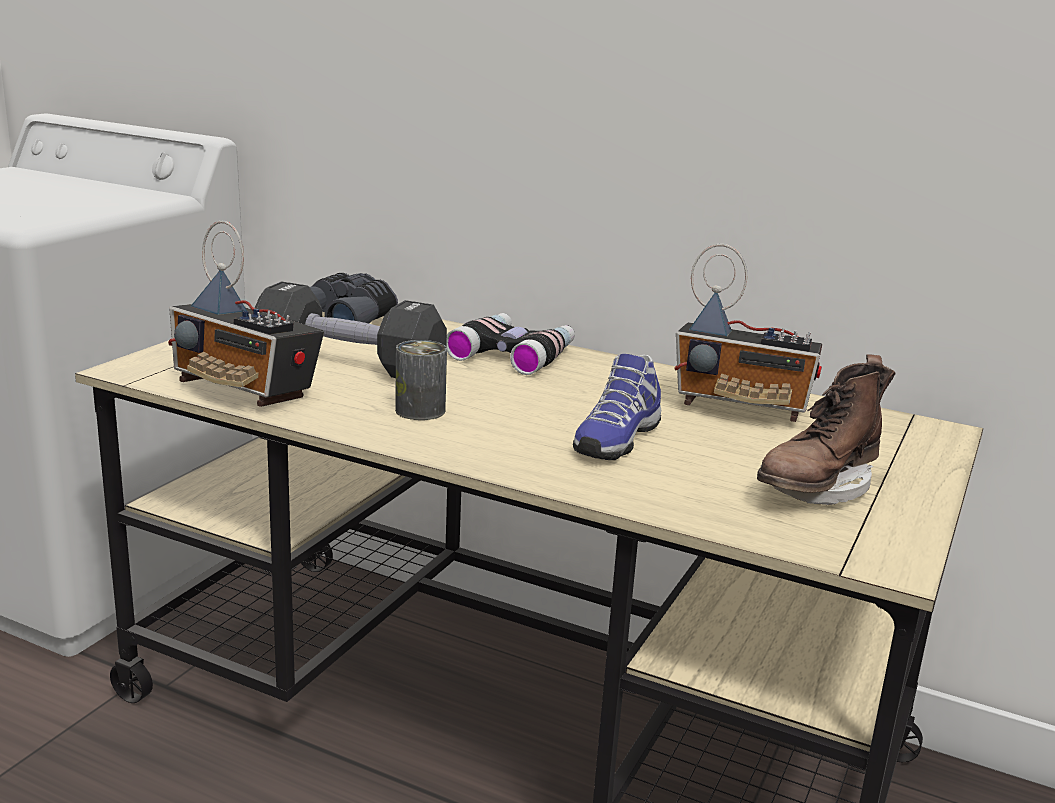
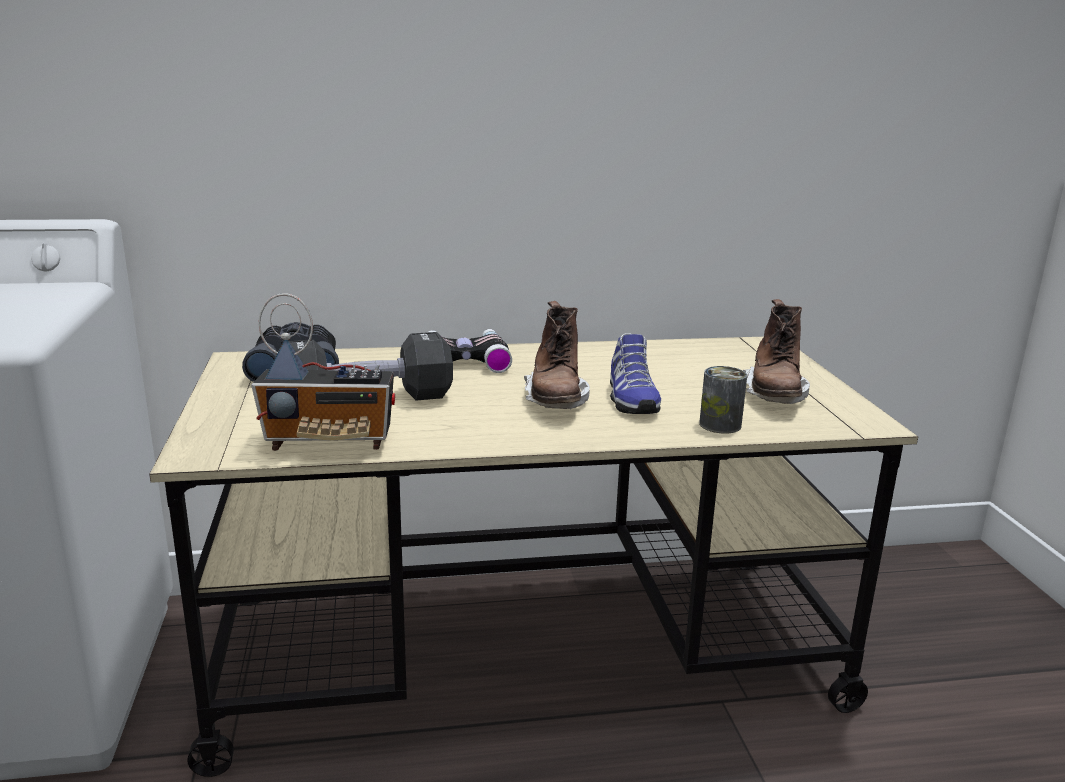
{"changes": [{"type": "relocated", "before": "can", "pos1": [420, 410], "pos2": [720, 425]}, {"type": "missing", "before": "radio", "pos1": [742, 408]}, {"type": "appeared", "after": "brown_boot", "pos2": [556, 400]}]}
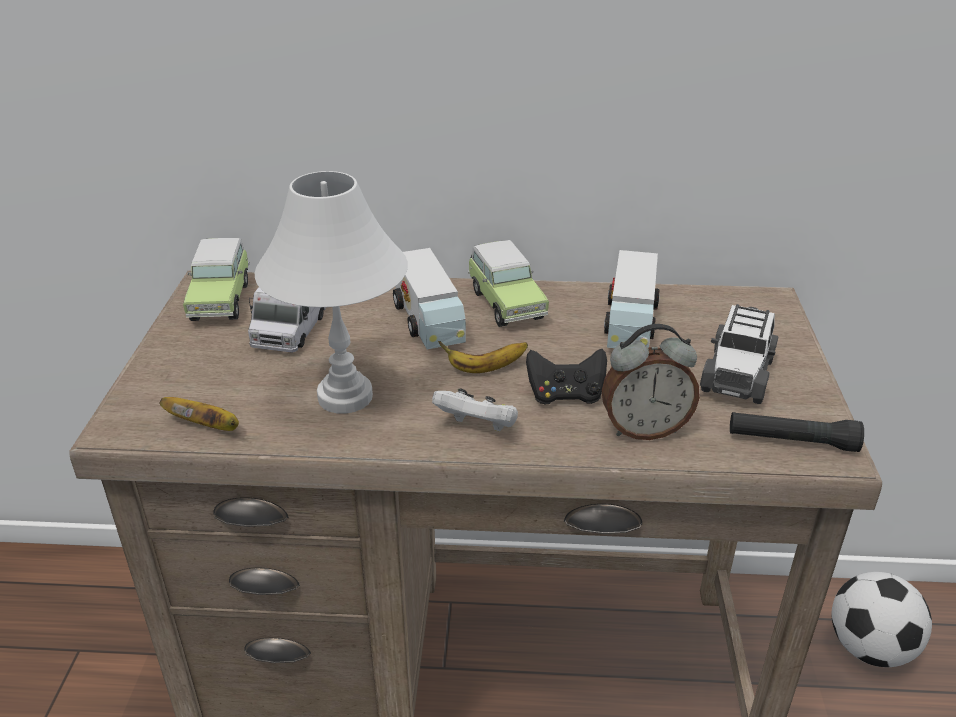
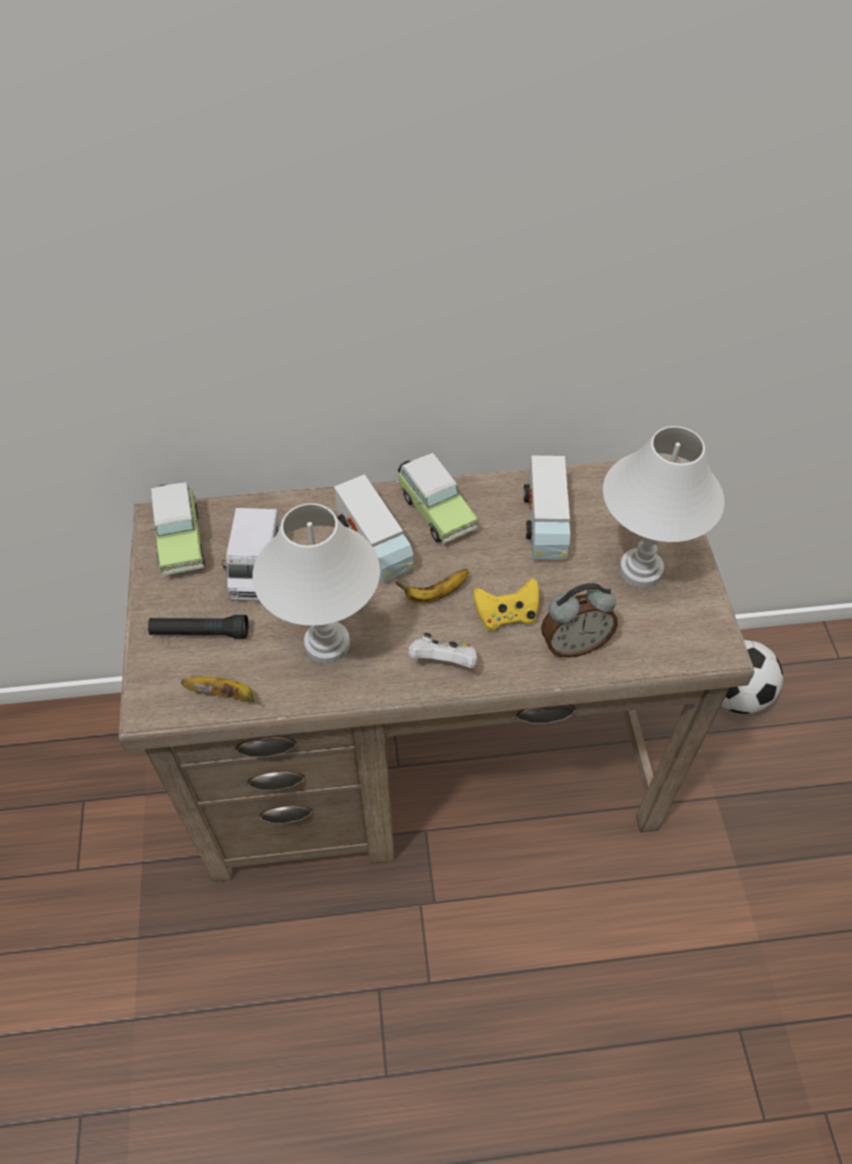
{"changes": [{"type": "colour", "before": "black_game_controller", "after": "yellow_game_controller", "pos1": [565, 395], "pos2": [506, 615]}, {"type": "exchanged", "before": "toy_car", "after": "white_table_lamp", "pos1": [737, 373], "pos2": [640, 570]}, {"type": "relocated", "before": "black_flashlight", "pos1": [792, 441], "pos2": [200, 632]}]}
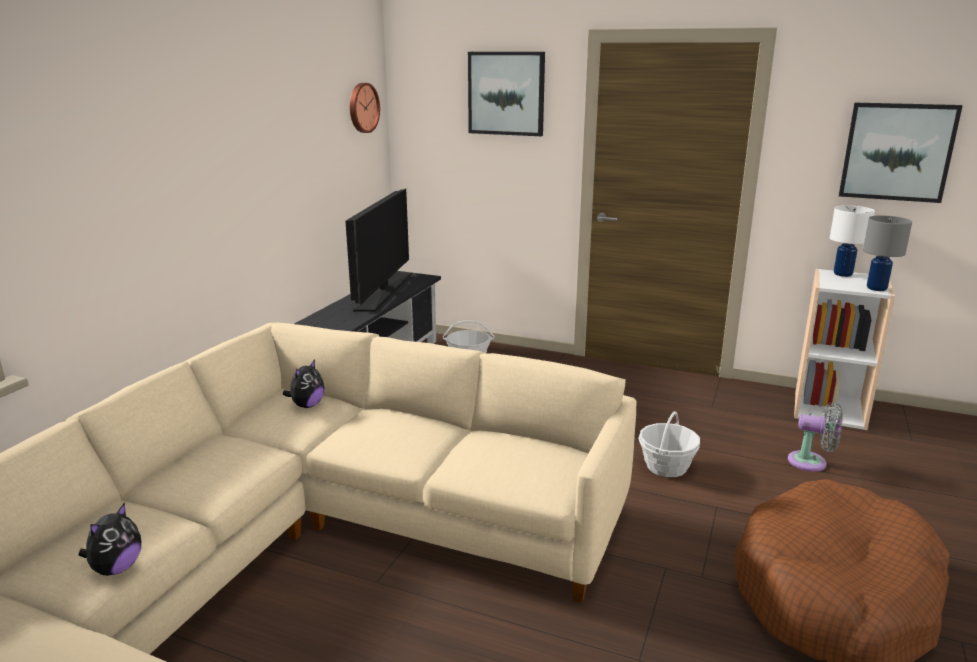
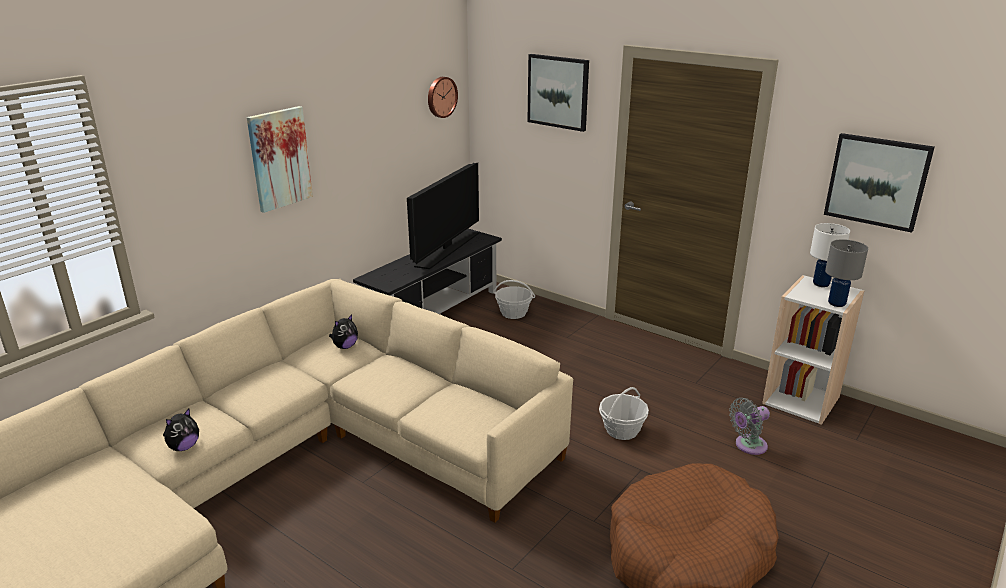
{"changes": [{"type": "spun", "before": "grey_fan", "pos1": [811, 462], "pos2": [748, 446], "turn": 120}, {"type": "appeared", "after": "picture", "pos2": [279, 158]}]}
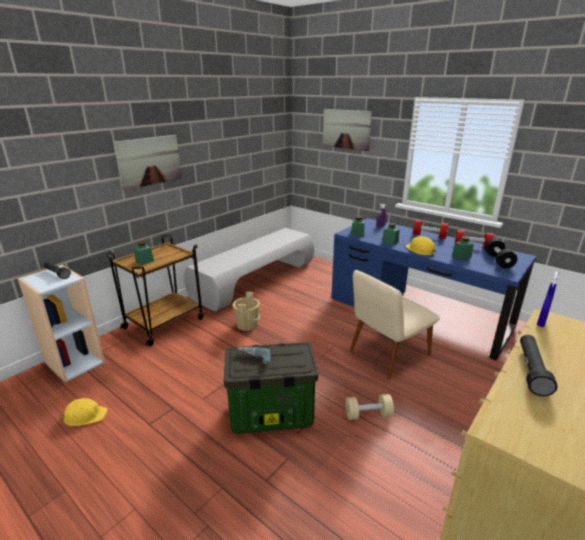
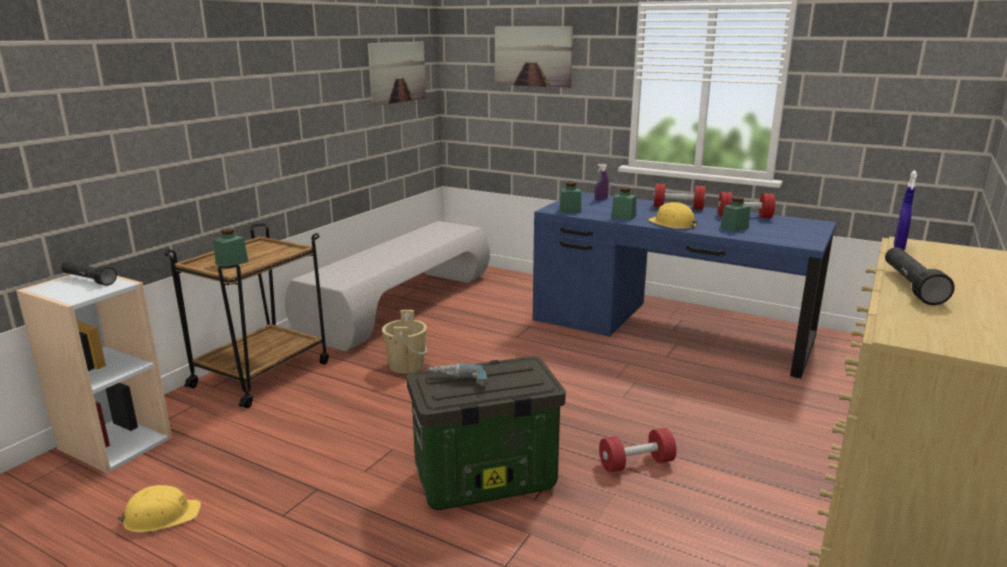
{"changes": [{"type": "relocated", "before": "picture", "pos1": [149, 161], "pos2": [397, 72]}, {"type": "colour", "before": "beige_dumbbell", "after": "red_dumbbell", "pos1": [368, 414], "pos2": [636, 463]}, {"type": "missing", "before": "beige_chair", "pos1": [389, 352]}, {"type": "missing", "before": "black_dumbbell", "pos1": [498, 261]}]}
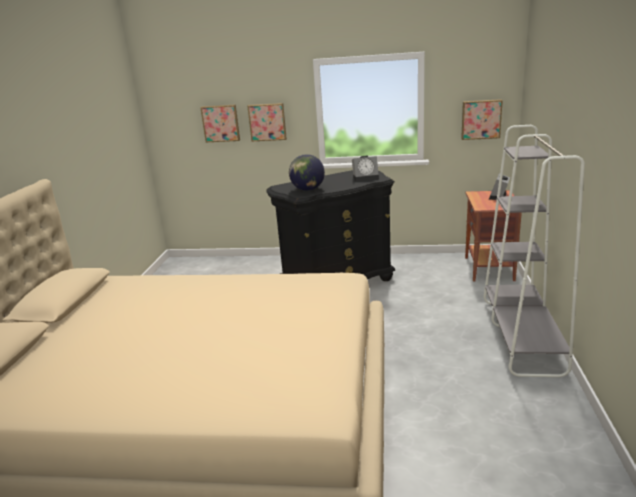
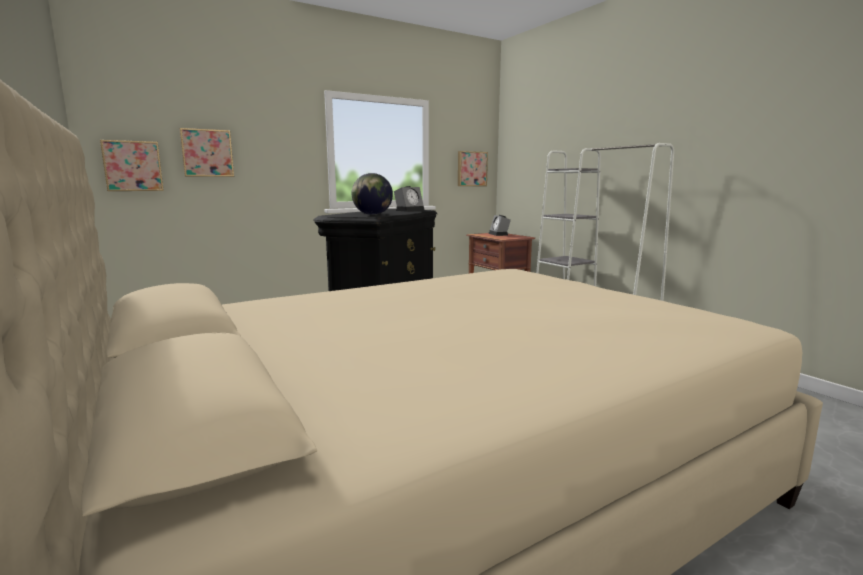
{"changes": [{"type": "relocated", "before": "picture", "pos1": [267, 122], "pos2": [132, 166]}]}
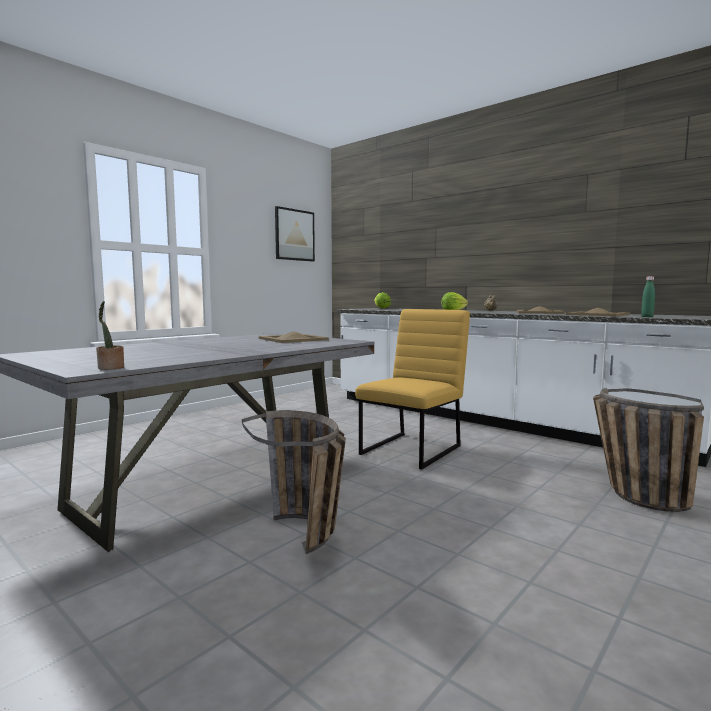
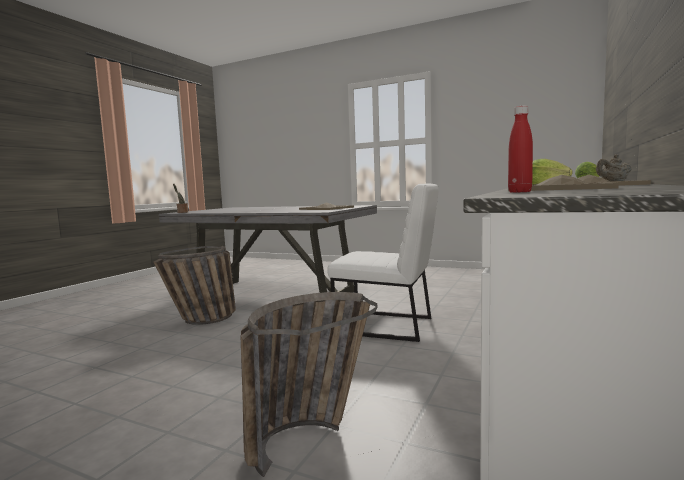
{"changes": [{"type": "missing", "before": "picture", "pos1": [294, 235]}, {"type": "colour", "before": "yellow_chair", "after": "white_chair", "pos1": [413, 449], "pos2": [387, 326]}, {"type": "colour", "before": "green_bottle", "after": "red_bottle", "pos1": [647, 316], "pos2": [519, 192]}]}
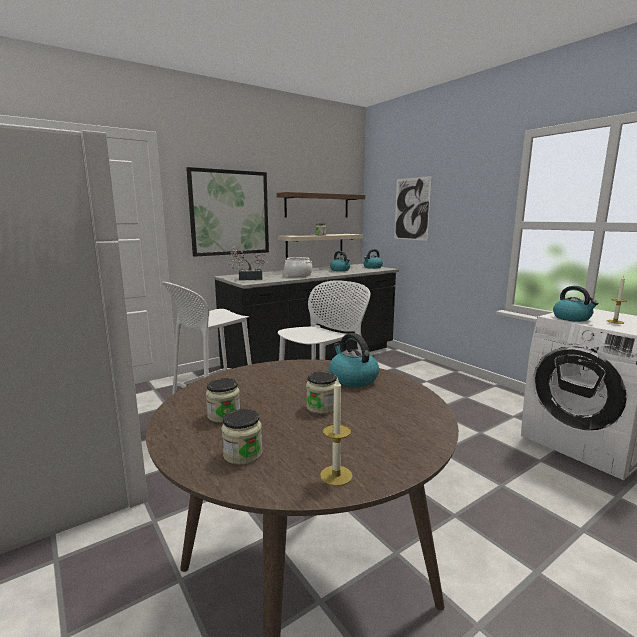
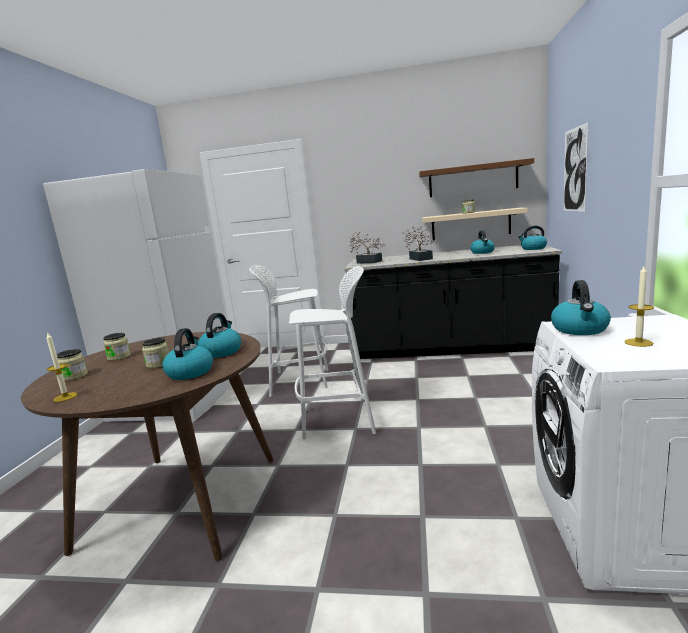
{"changes": [{"type": "missing", "before": "picture", "pos1": [229, 213]}, {"type": "exchanged", "before": "cooking_pot", "after": "potted_plant", "pos1": [298, 275], "pos2": [419, 258]}, {"type": "appeared", "after": "kettle", "pos2": [190, 372]}]}
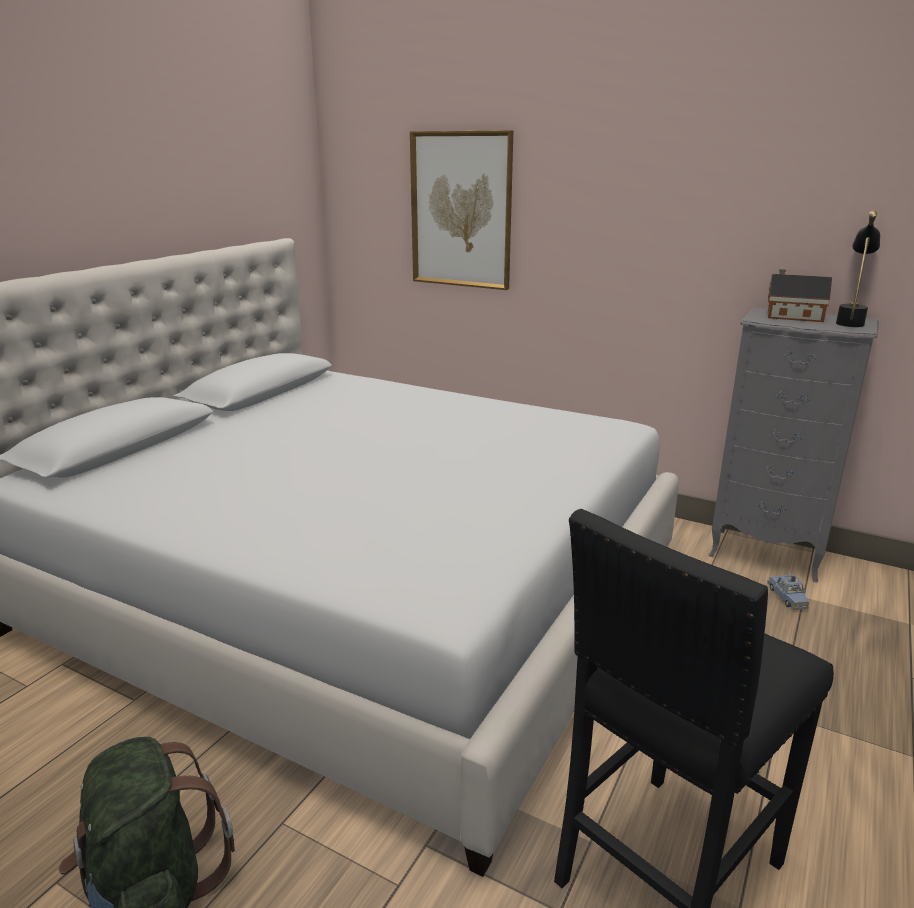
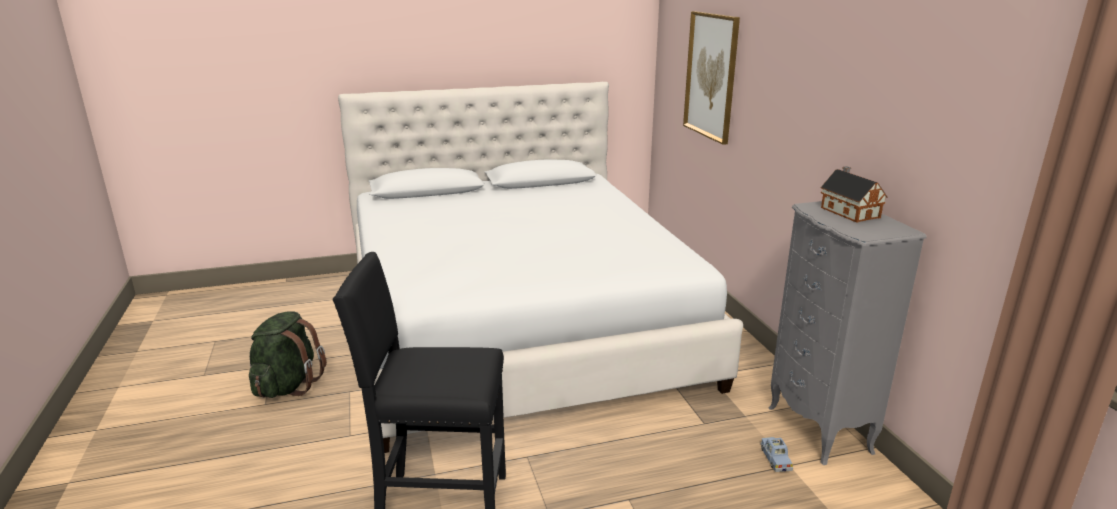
{"changes": [{"type": "spun", "before": "blue_toy_car", "pos1": [787, 597], "pos2": [775, 458], "turn": 135}, {"type": "missing", "before": "black_table_lamp", "pos1": [850, 321]}]}
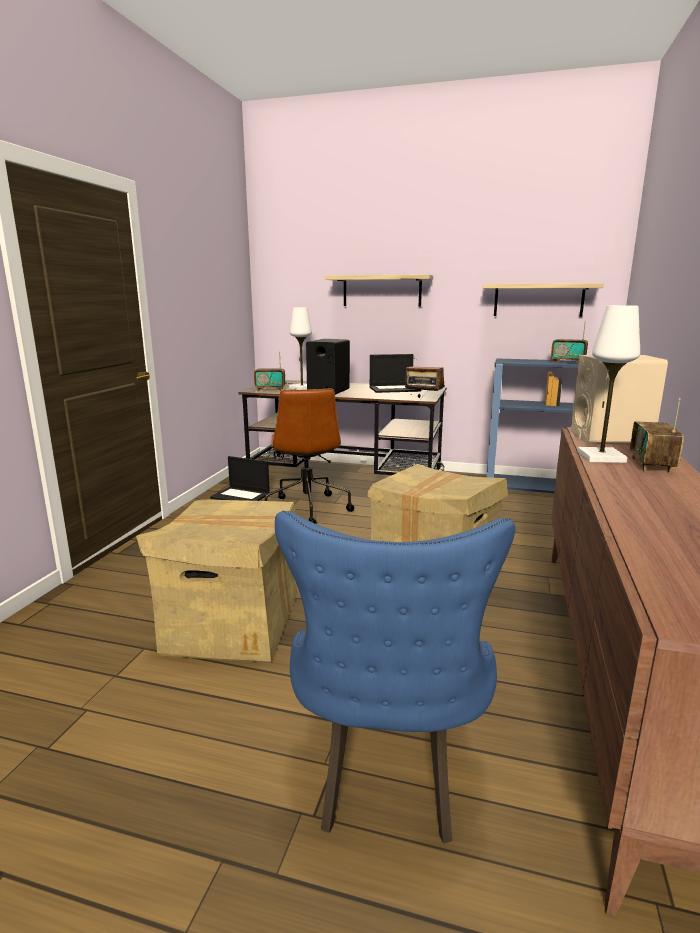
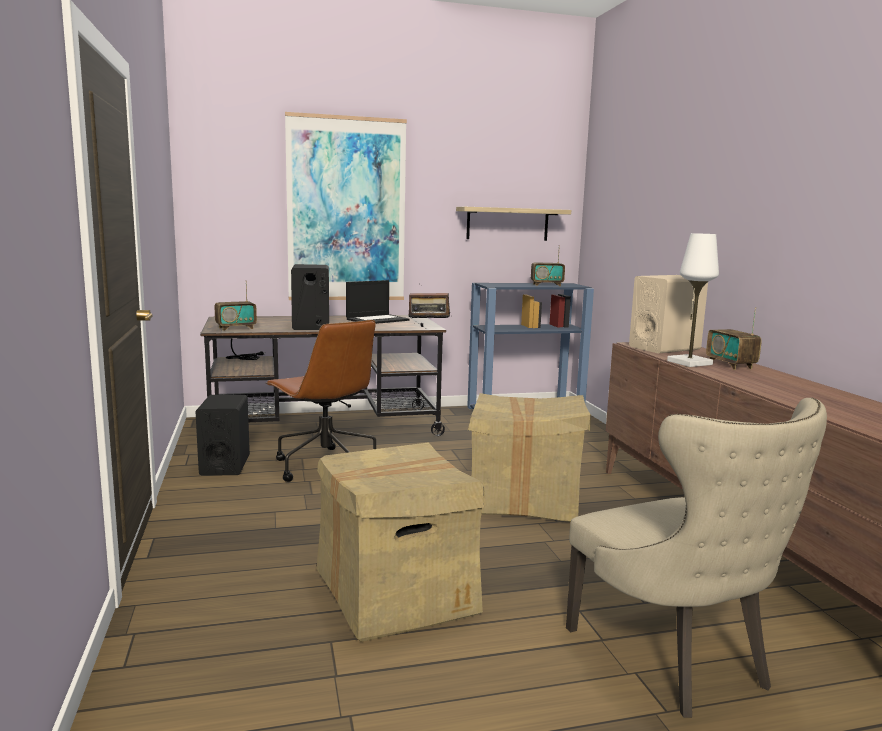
{"changes": [{"type": "exchanged", "before": "laptop", "after": "black_speaker", "pos1": [241, 496], "pos2": [225, 465]}, {"type": "colour", "before": "blue_chair", "after": "beige_chair", "pos1": [388, 768], "pos2": [675, 658]}, {"type": "missing", "before": "white_table_lamp", "pos1": [301, 388]}, {"type": "exchanged", "before": "shelf", "after": "picture", "pos1": [382, 291], "pos2": [346, 210]}]}
